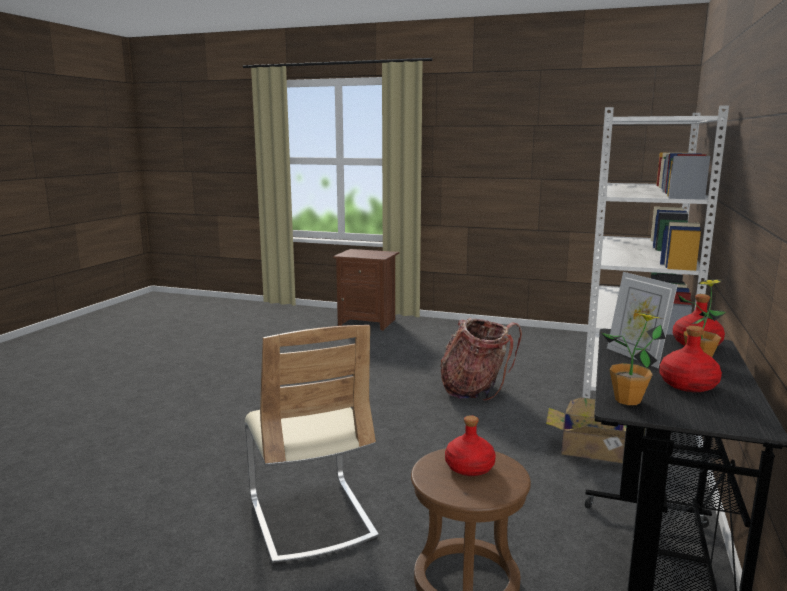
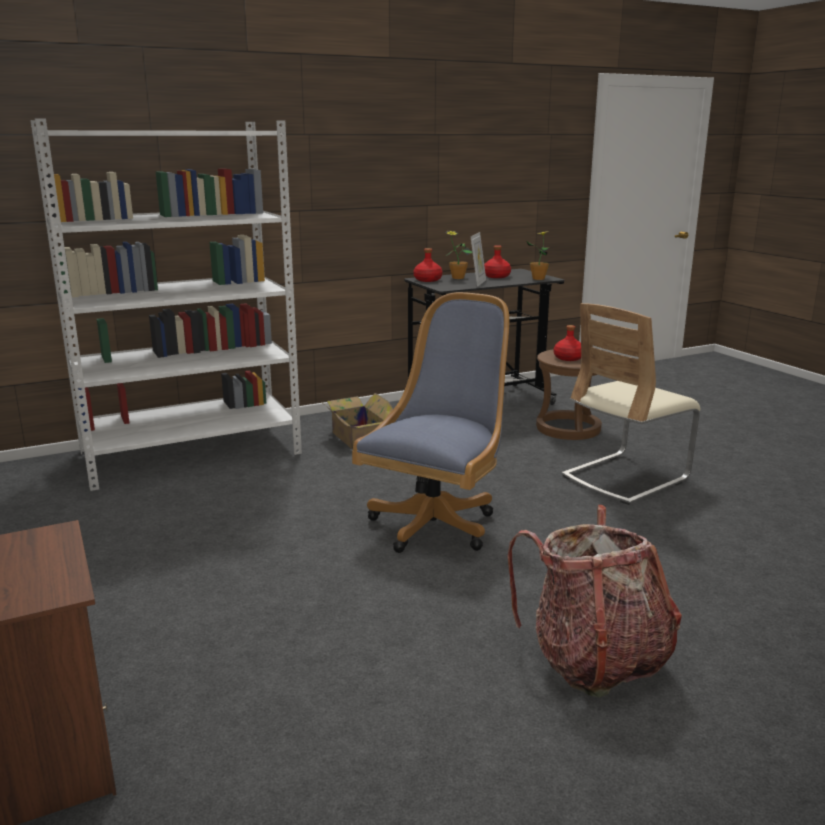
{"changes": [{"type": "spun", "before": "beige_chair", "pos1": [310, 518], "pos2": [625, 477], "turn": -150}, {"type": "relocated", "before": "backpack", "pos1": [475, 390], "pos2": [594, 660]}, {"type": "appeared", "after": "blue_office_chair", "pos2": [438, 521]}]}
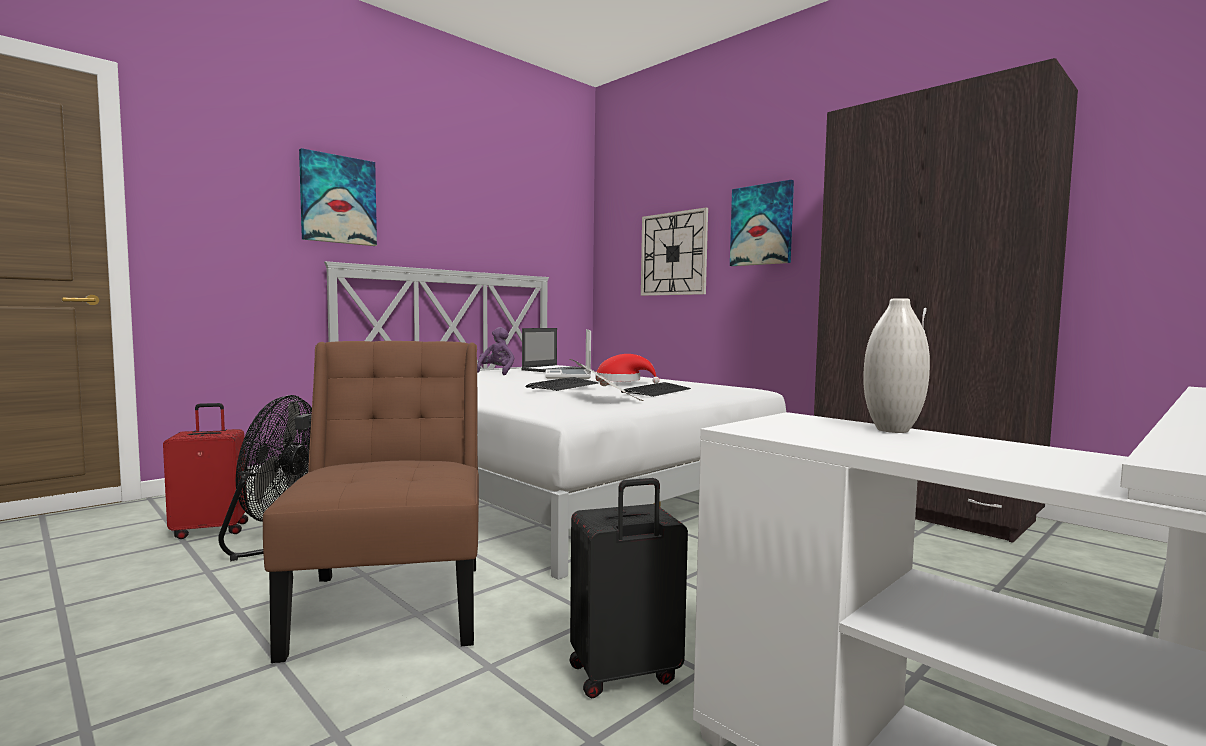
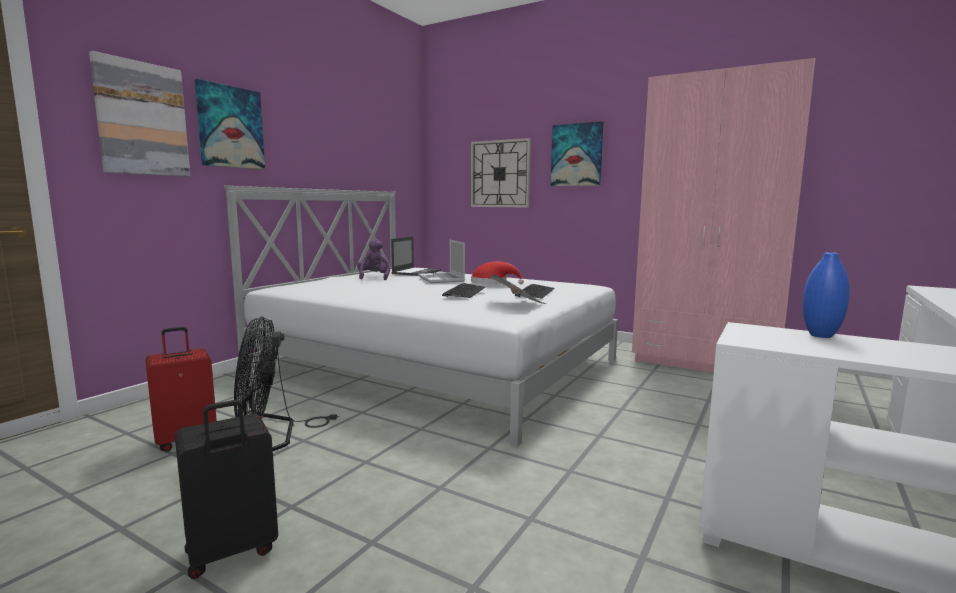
{"changes": [{"type": "missing", "before": "brown_chair", "pos1": [393, 602]}, {"type": "relocated", "before": "black_suitcase", "pos1": [624, 675], "pos2": [231, 552]}, {"type": "colour", "before": "brown_wardrobe", "after": "pink_wardrobe", "pos1": [921, 508], "pos2": [705, 363]}, {"type": "colour", "before": "white_vase", "after": "blue_vase", "pos1": [892, 430], "pos2": [820, 335]}, {"type": "appeared", "after": "picture", "pos2": [142, 119]}]}
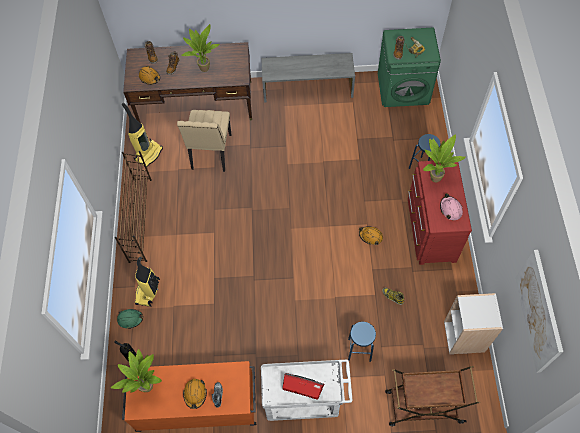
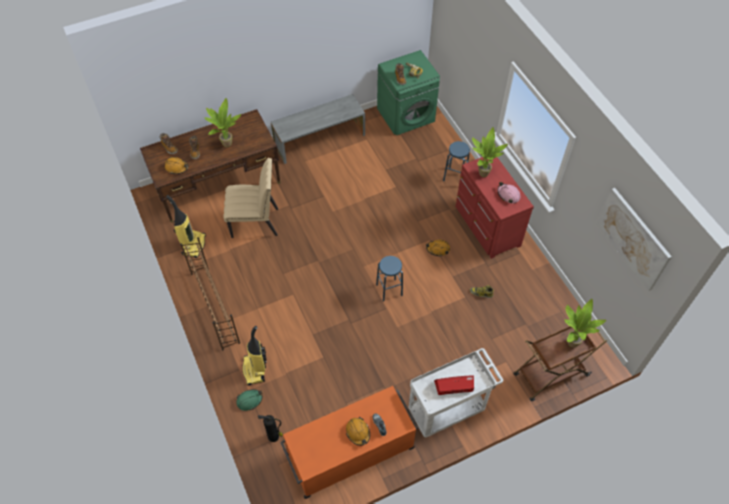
{"changes": [{"type": "relocated", "before": "potted_plant", "pos1": [147, 385], "pos2": [570, 342]}, {"type": "spun", "before": "beige_chair", "pos1": [211, 151], "pos2": [254, 223], "turn": -75}, {"type": "relocated", "before": "blue_stool", "pos1": [359, 350], "pos2": [389, 290]}, {"type": "missing", "before": "bookcase", "pos1": [464, 337]}]}
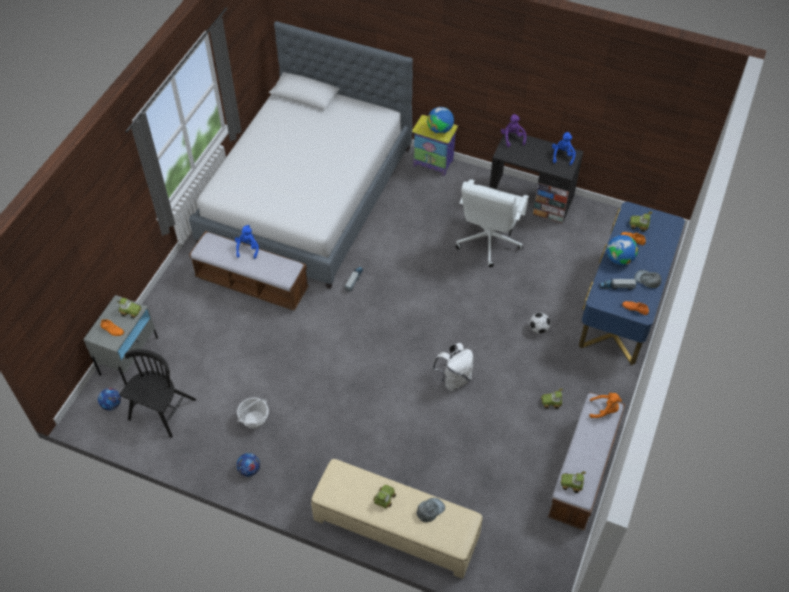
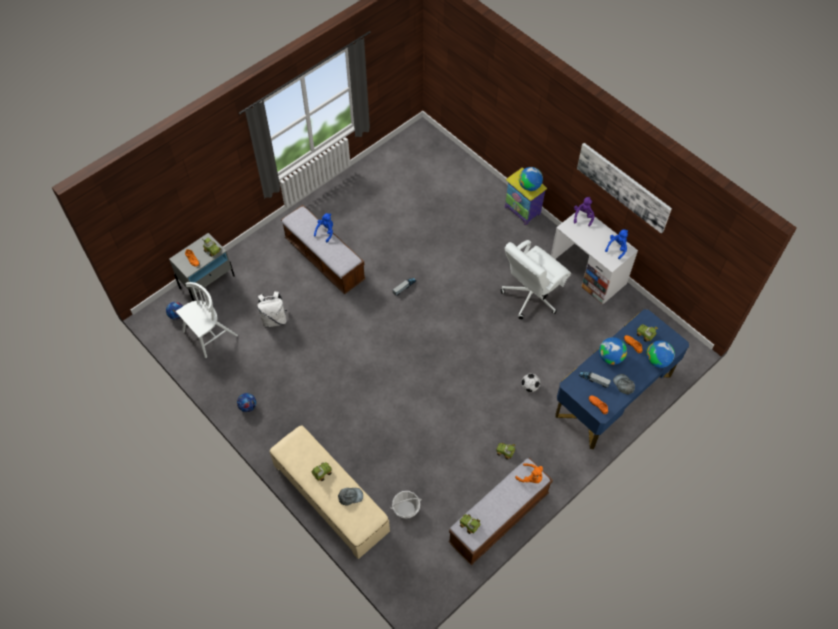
{"changes": [{"type": "colour", "before": "black_chair", "after": "white_chair", "pos1": [160, 412], "pos2": [207, 335]}, {"type": "missing", "before": "bed", "pos1": [307, 195]}, {"type": "relocated", "before": "basket", "pos1": [254, 419], "pos2": [406, 509]}, {"type": "relocated", "before": "white_backpack", "pos1": [454, 379], "pos2": [274, 319]}, {"type": "colour", "before": "black_desk", "after": "white_desk", "pos1": [531, 198], "pos2": [588, 272]}, {"type": "appeared", "after": "picture", "pos2": [623, 186]}, {"type": "appeared", "after": "globe", "pos2": [657, 360]}]}
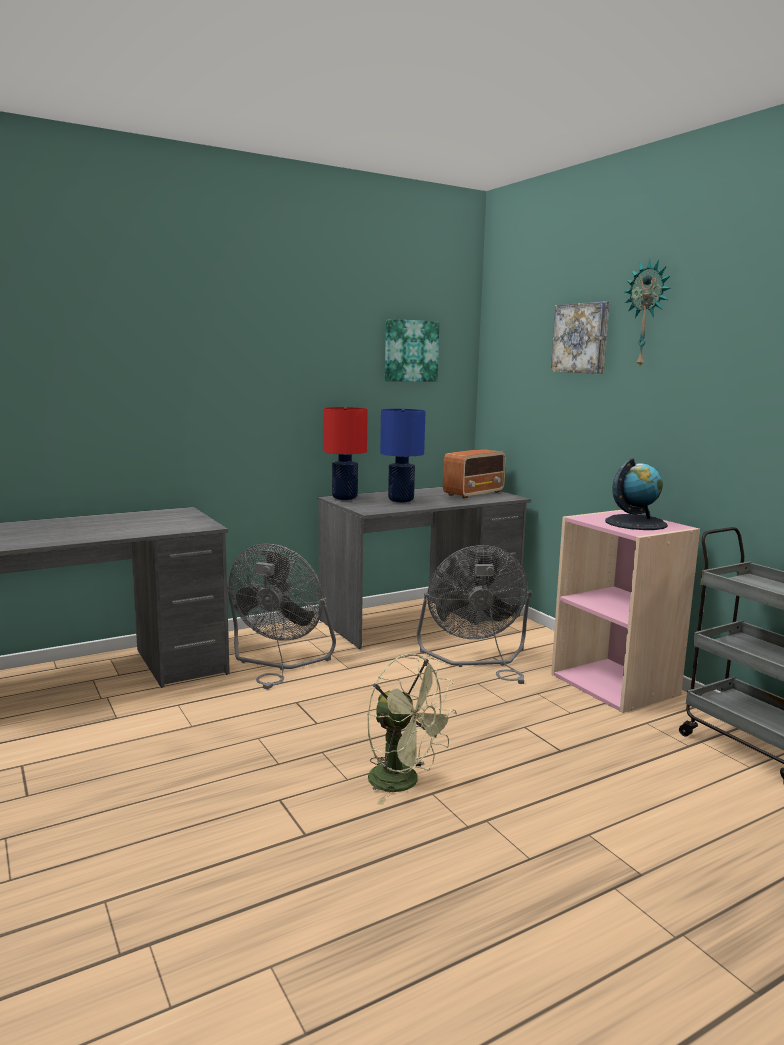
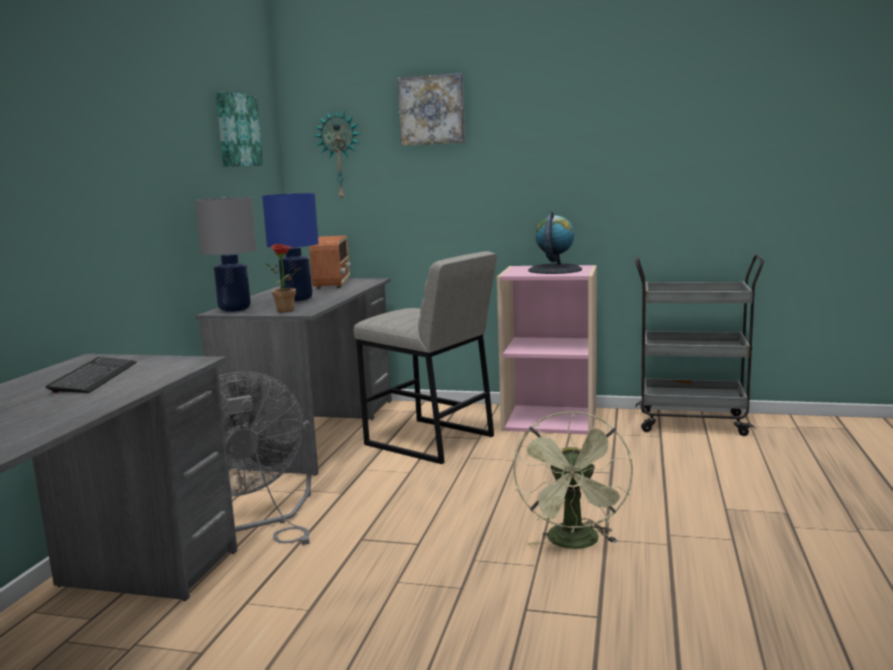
{"changes": [{"type": "colour", "before": "red_table_lamp", "after": "grey_table_lamp", "pos1": [344, 499], "pos2": [234, 310]}, {"type": "spun", "before": "green_fan", "pos1": [404, 782], "pos2": [575, 544], "turn": 105}, {"type": "exchanged", "before": "grey_fan", "after": "grey_chair", "pos1": [481, 659], "pos2": [432, 441]}, {"type": "relocated", "before": "wall_clock", "pos1": [647, 314], "pos2": [340, 155]}, {"type": "appeared", "after": "keyboard", "pos2": [94, 377]}, {"type": "appeared", "after": "potted_plant", "pos2": [289, 311]}]}
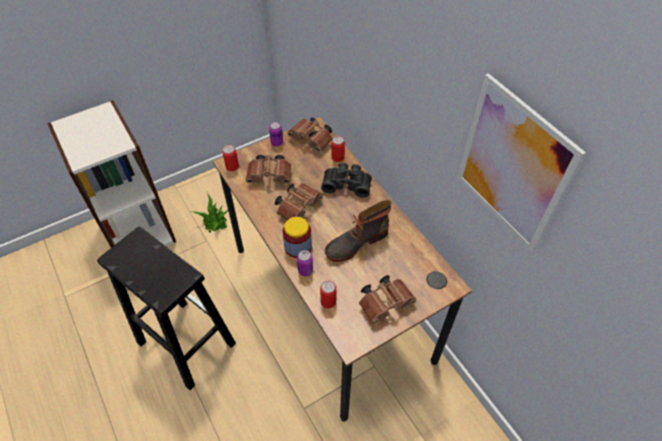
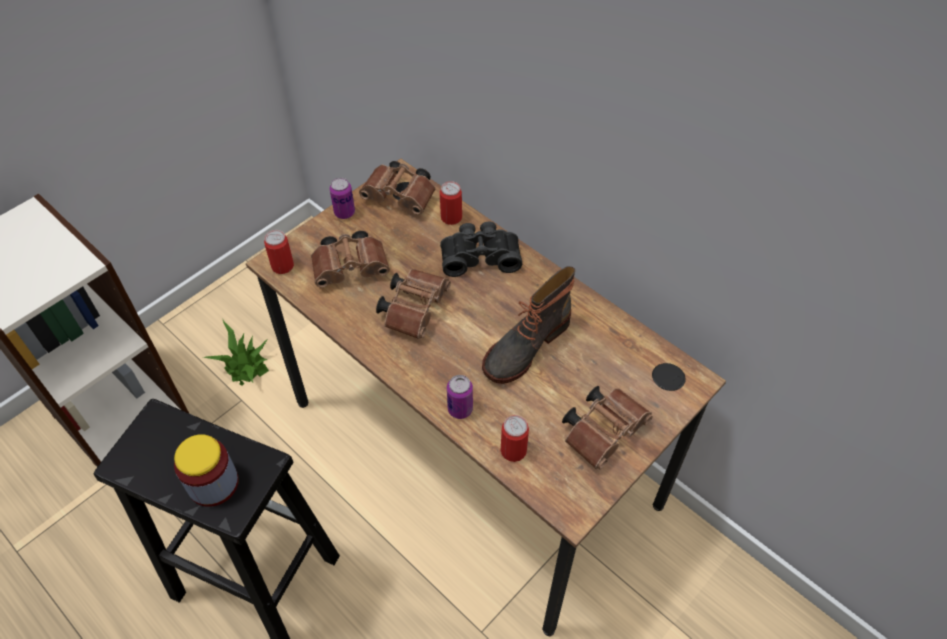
{"changes": [{"type": "relocated", "before": "jar", "pos1": [298, 246], "pos2": [213, 484]}, {"type": "missing", "before": "picture", "pos1": [512, 166]}]}
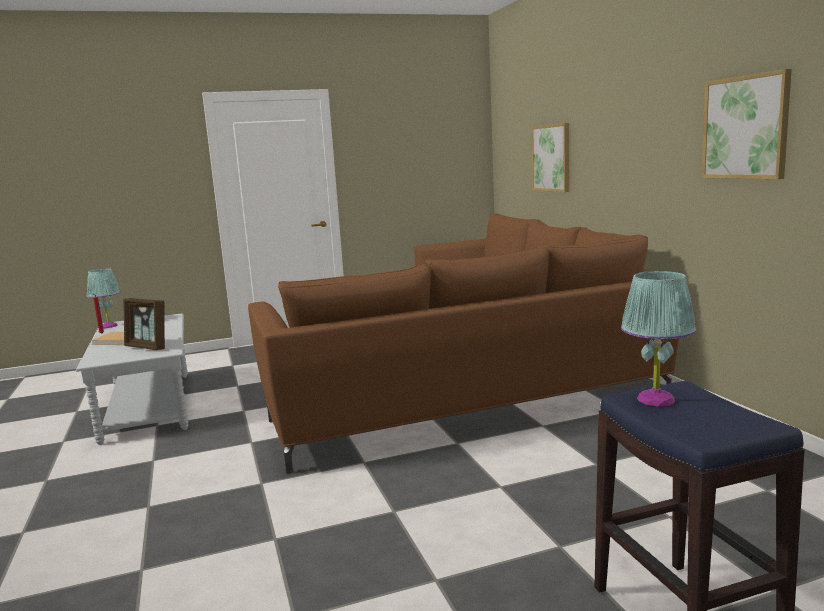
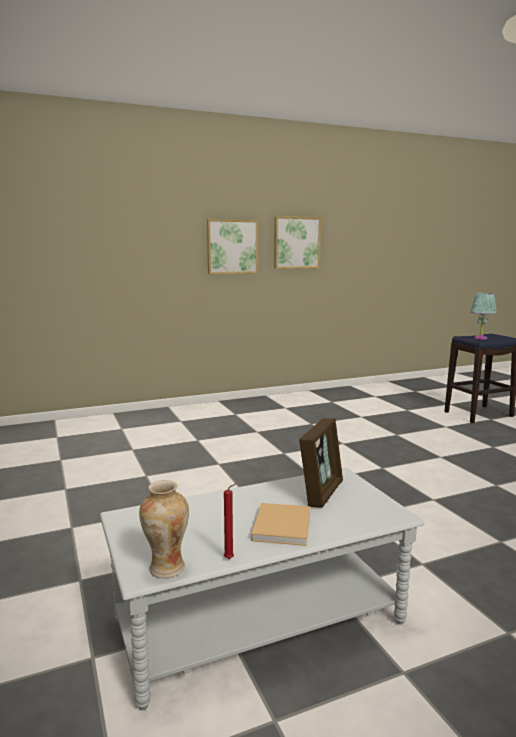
{"changes": [{"type": "exchanged", "before": "turquoise_table_lamp", "after": "vase", "pos1": [109, 326], "pos2": [166, 569]}, {"type": "missing", "before": "brown_sofa", "pos1": [484, 377]}, {"type": "relocated", "before": "picture", "pos1": [551, 158], "pos2": [232, 246]}]}
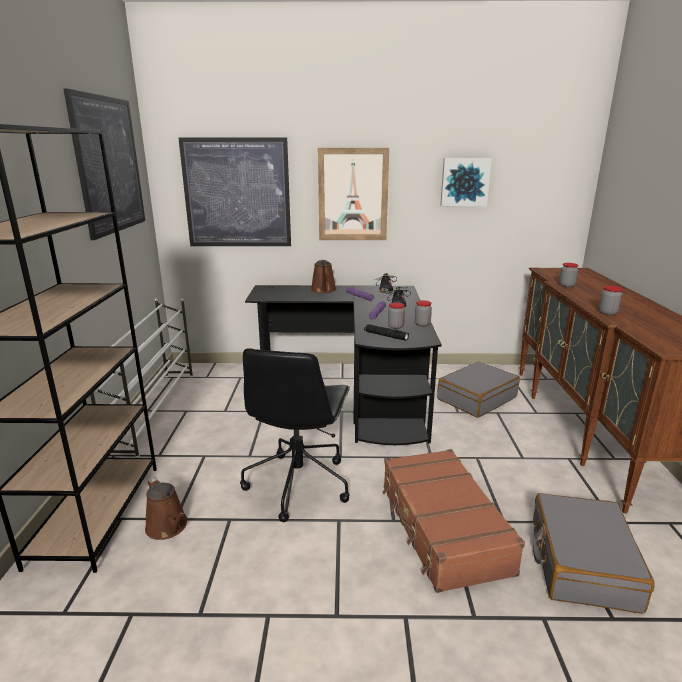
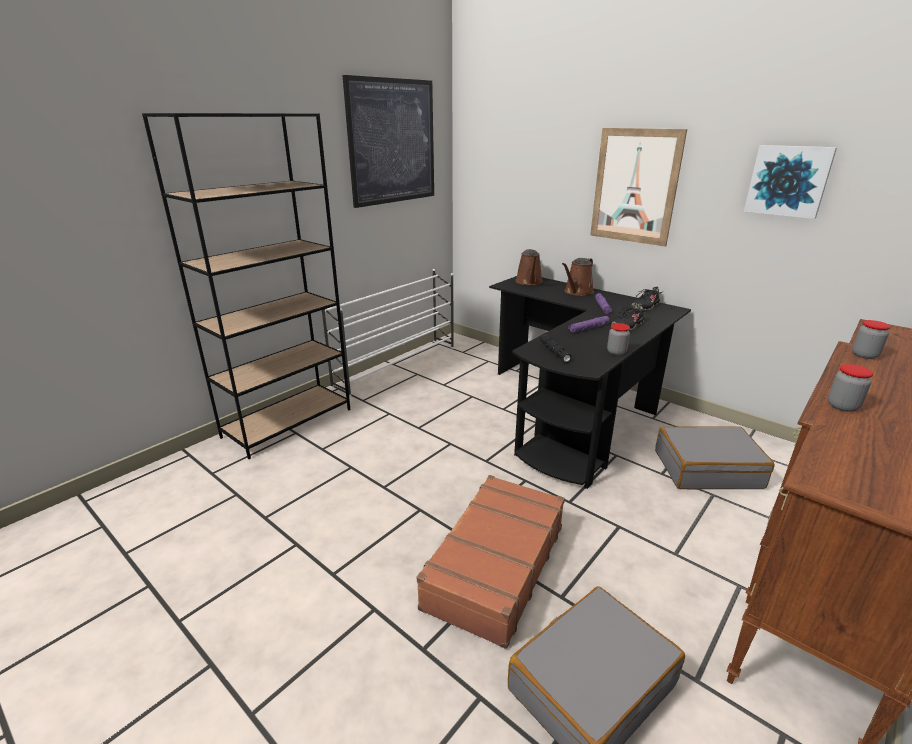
{"changes": [{"type": "relocated", "before": "brown_watering_can", "pos1": [168, 527], "pos2": [529, 282]}, {"type": "missing", "before": "picture", "pos1": [237, 193]}, {"type": "missing", "before": "black_office_chair", "pos1": [299, 482]}, {"type": "missing", "before": "jar", "pos1": [395, 326]}]}
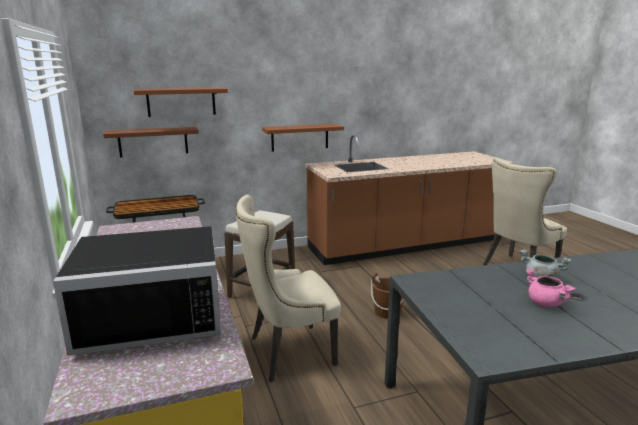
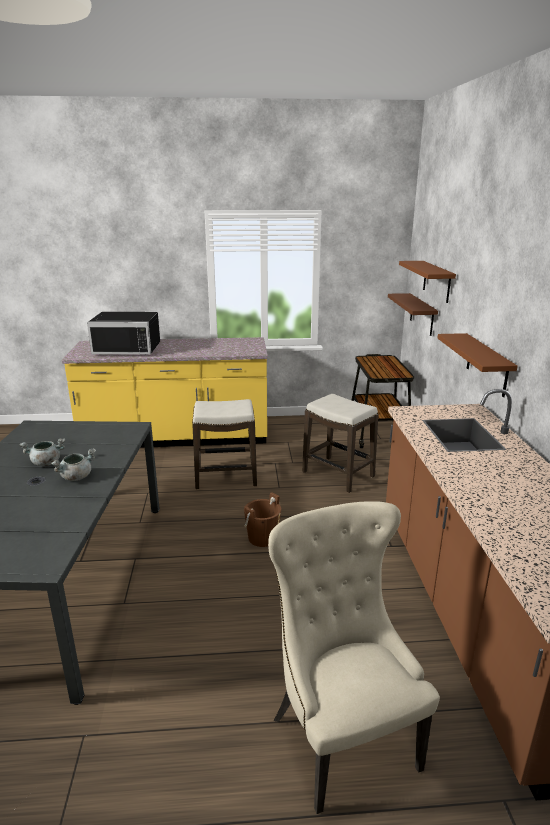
{"changes": [{"type": "spun", "before": "black_microwave", "pos1": [154, 314], "pos2": [129, 348], "turn": -90}, {"type": "exchanged", "before": "beige_chair", "after": "stool", "pos1": [289, 352], "pos2": [226, 477]}, {"type": "colour", "before": "pink_cooking_pot", "after": "grey_cooking_pot", "pos1": [546, 303], "pos2": [46, 463]}]}
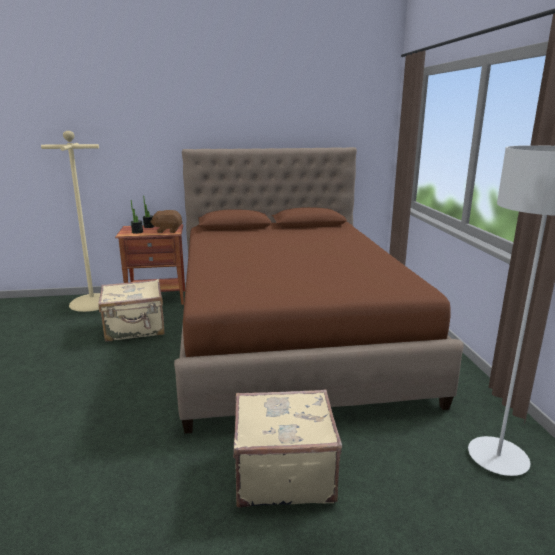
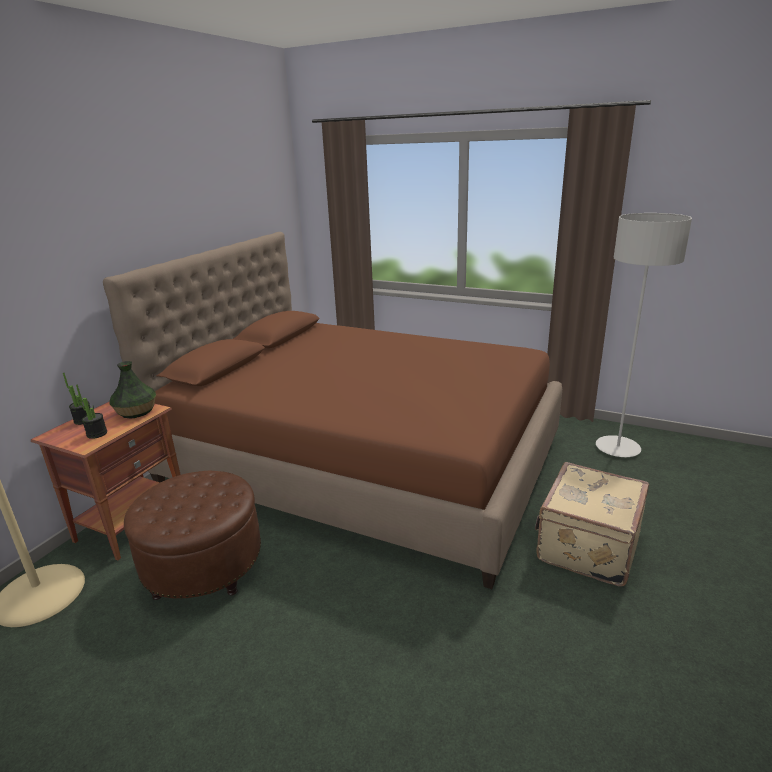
{"changes": [{"type": "exchanged", "before": "beige_suitcase", "after": "brown_ottoman", "pos1": [135, 329], "pos2": [204, 568]}, {"type": "exchanged", "before": "brown_plush_toy", "after": "vase", "pos1": [168, 231], "pos2": [137, 411]}]}
